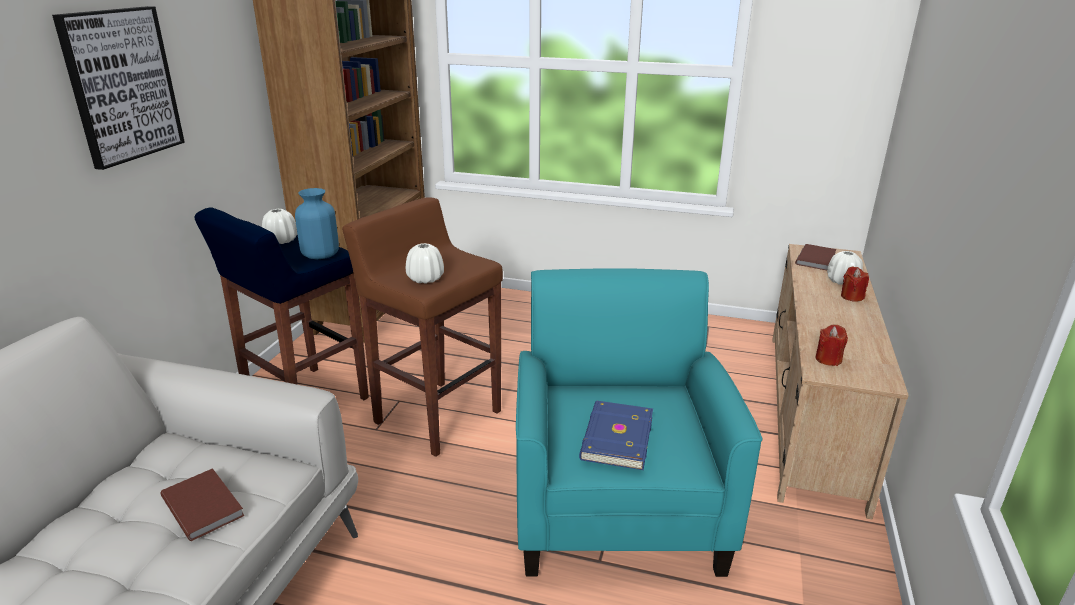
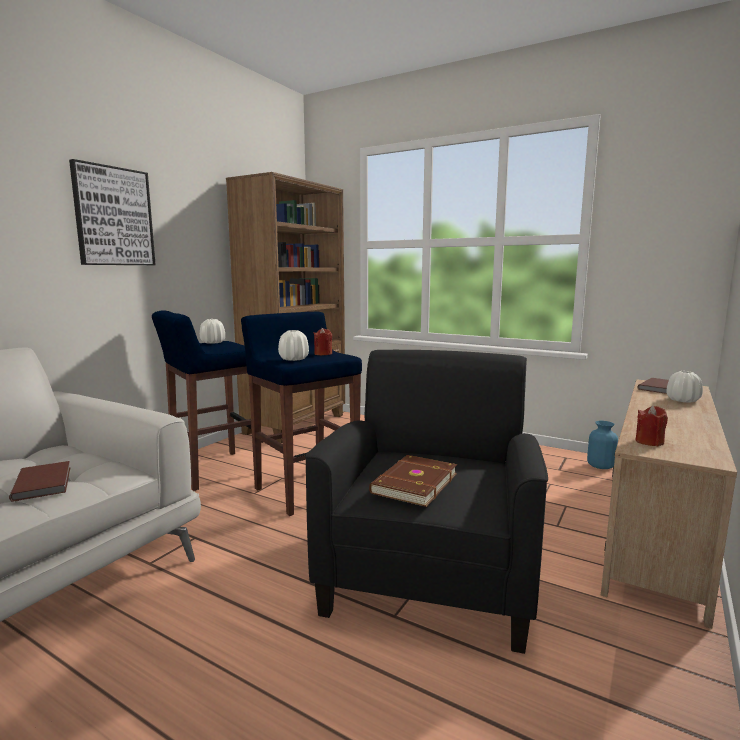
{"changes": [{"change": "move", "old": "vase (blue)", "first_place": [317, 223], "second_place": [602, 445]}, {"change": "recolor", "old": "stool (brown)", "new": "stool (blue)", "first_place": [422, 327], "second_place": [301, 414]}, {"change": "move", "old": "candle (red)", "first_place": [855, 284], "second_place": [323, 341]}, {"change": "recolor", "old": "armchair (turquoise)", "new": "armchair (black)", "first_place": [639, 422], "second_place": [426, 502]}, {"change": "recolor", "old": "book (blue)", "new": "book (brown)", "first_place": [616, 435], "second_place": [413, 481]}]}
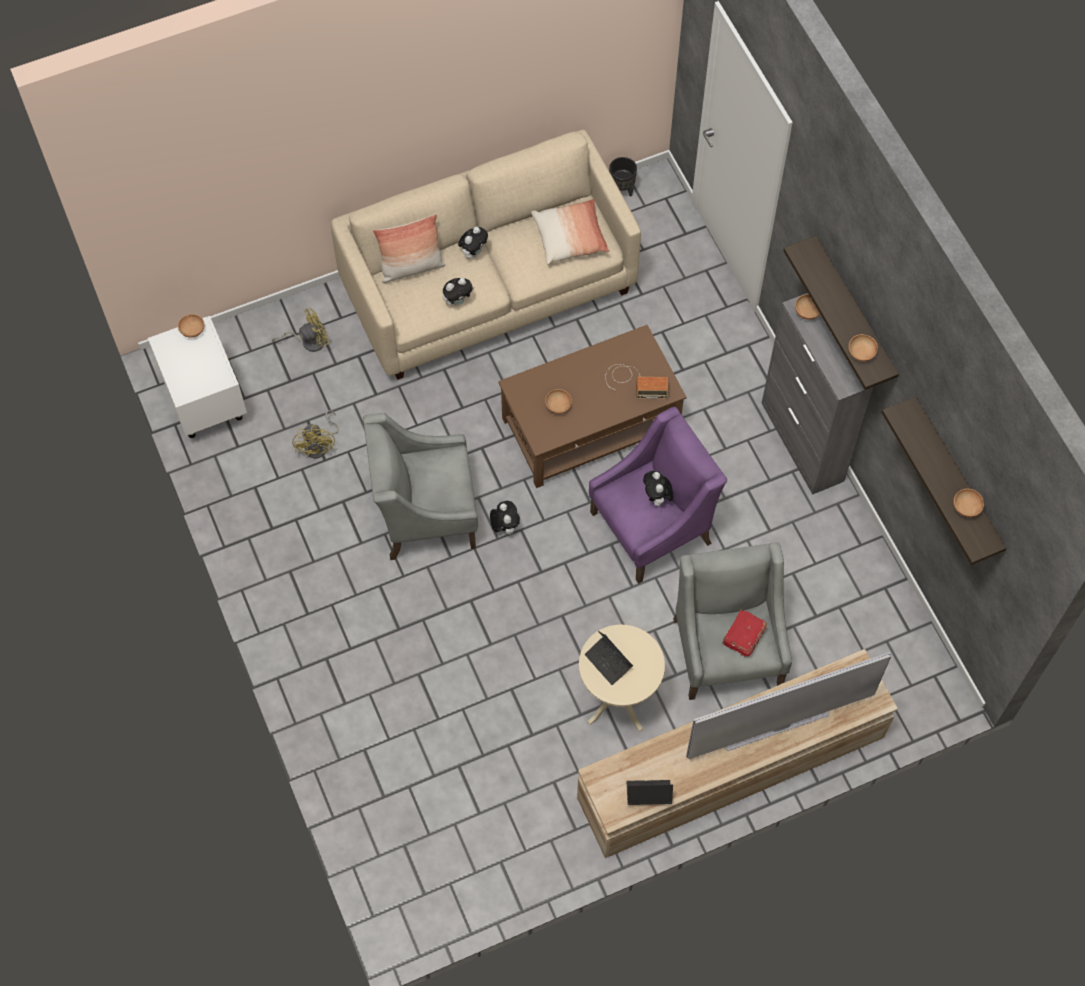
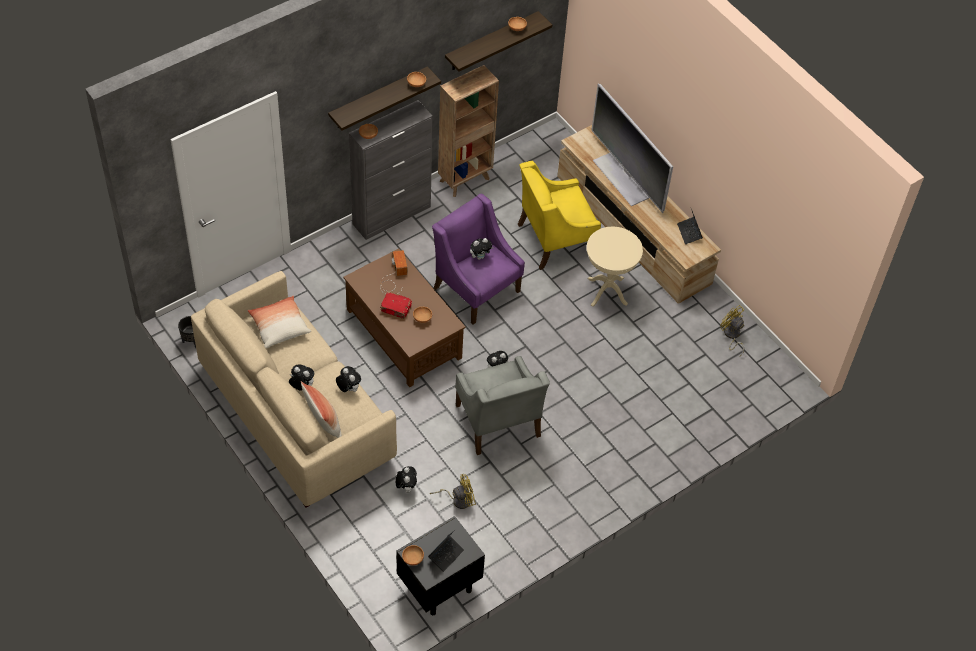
{"changes": [{"change": "move", "old": "fan (yellow)", "first_place": [301, 330], "second_place": [732, 331]}, {"change": "recolor", "old": "nightstand (white)", "new": "nightstand (black)", "first_place": [197, 377], "second_place": [441, 565]}, {"change": "recolor", "old": "armchair (grey)", "new": "armchair (yellow)", "first_place": [732, 621], "second_place": [559, 215]}, {"change": "move", "old": "book (red)", "first_place": [744, 633], "second_place": [396, 305]}, {"change": "move", "old": "laptop", "first_place": [609, 658], "second_place": [446, 551]}, {"change": "insert", "new": "bookcase (brown)", "second_place": [468, 131]}, {"change": "insert", "new": "plush toy", "second_place": [406, 479]}]}
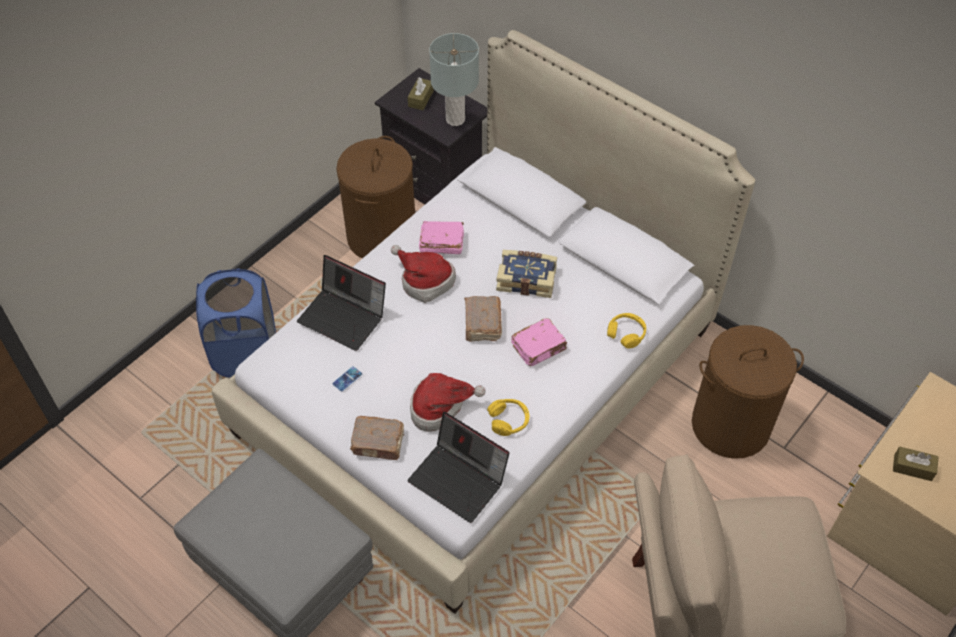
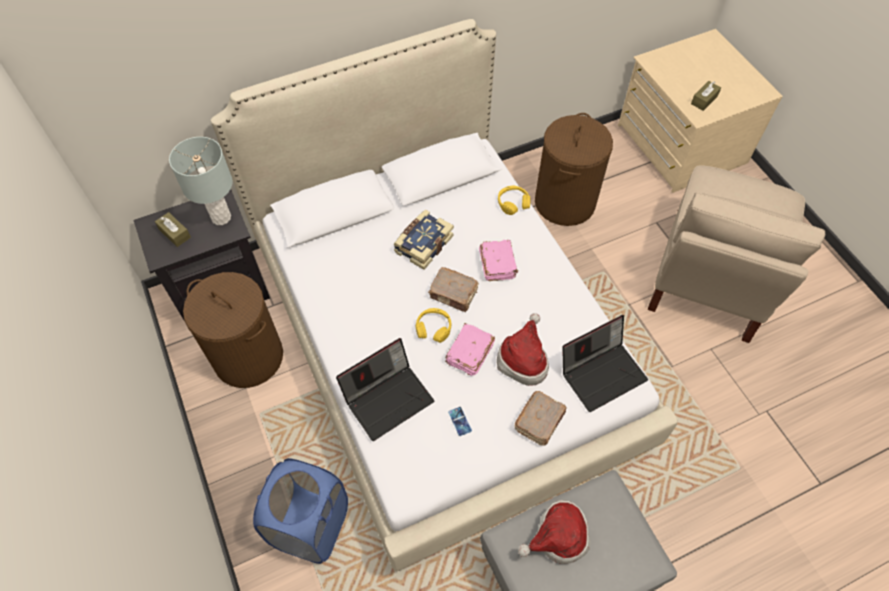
{"changes": [{"change": "move", "old": "book (pink)", "first_place": [441, 237], "second_place": [470, 349]}, {"change": "move", "old": "hat", "first_place": [423, 274], "second_place": [554, 532]}, {"change": "move", "old": "headphones (yellow)", "first_place": [508, 417], "second_place": [433, 325]}]}
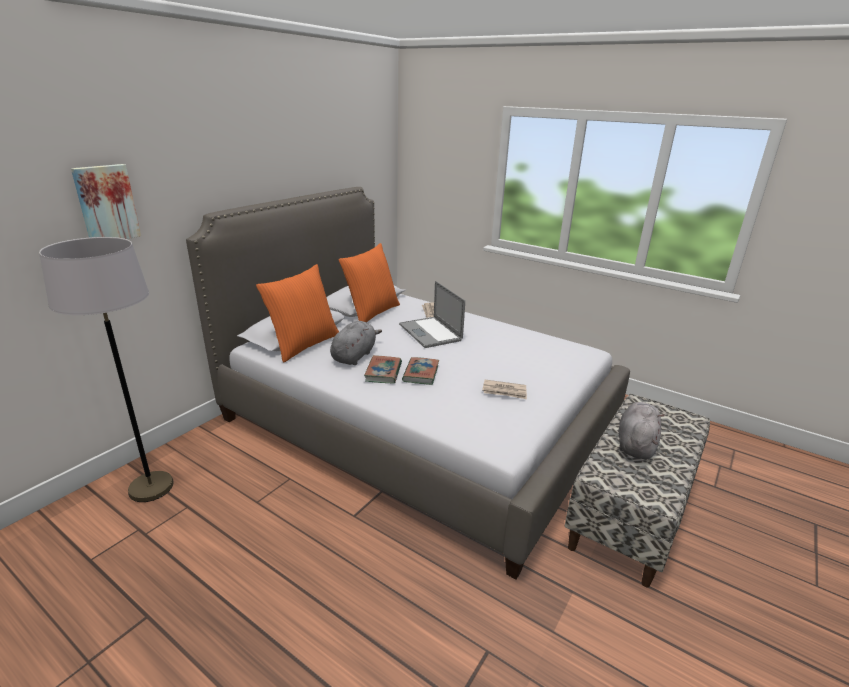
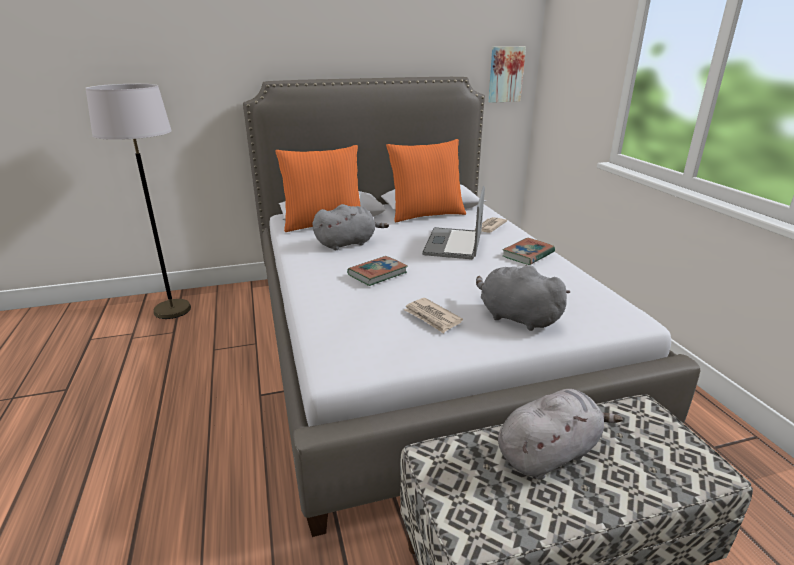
{"changes": [{"change": "move", "old": "picture", "first_place": [106, 201], "second_place": [507, 75]}, {"change": "move", "old": "book", "first_place": [383, 369], "second_place": [528, 251]}, {"change": "insert", "new": "plush toy (grey)", "second_place": [523, 298]}]}
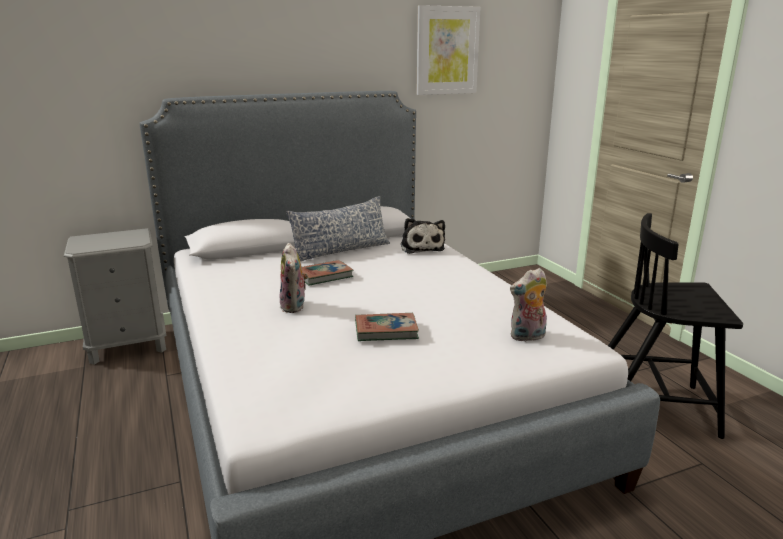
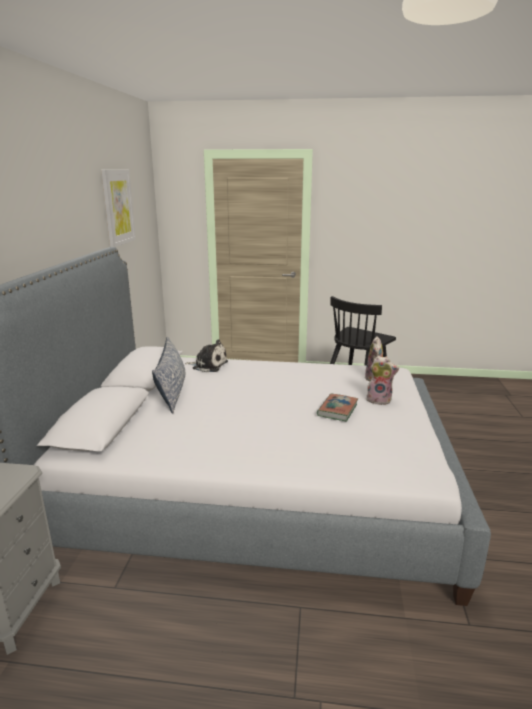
{"changes": [{"change": "move", "old": "plush toy", "first_place": [293, 278], "second_place": [382, 380]}, {"change": "delete", "old": "book", "first_place": [327, 273]}]}
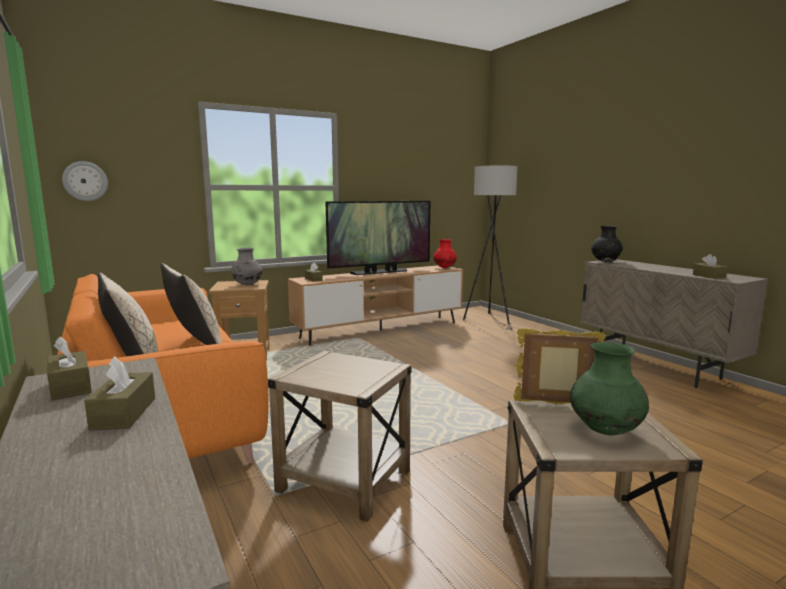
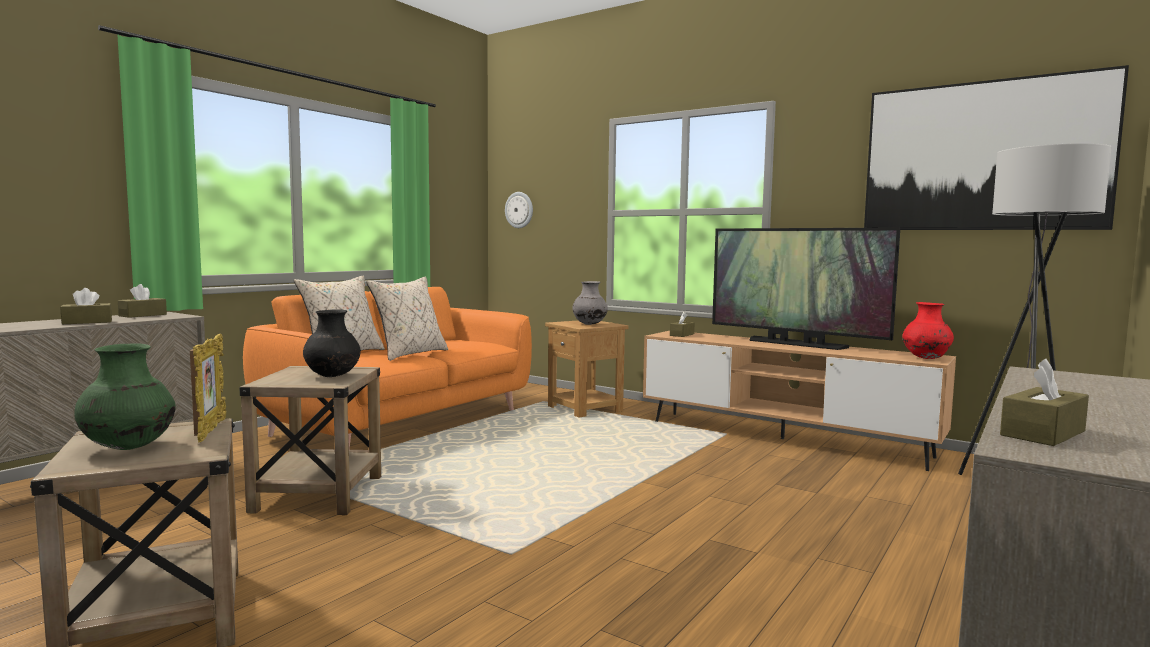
{"changes": [{"change": "move", "old": "vase (black)", "first_place": [607, 244], "second_place": [332, 343]}, {"change": "insert", "new": "picture", "second_place": [996, 147]}]}
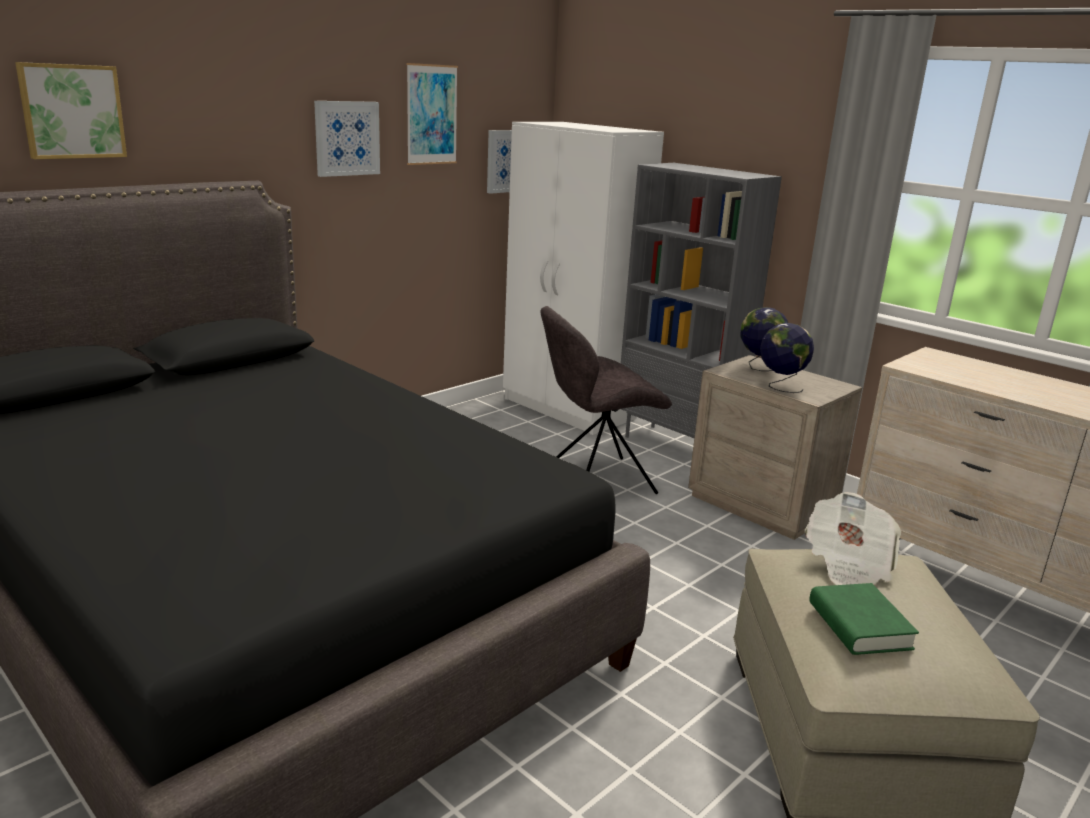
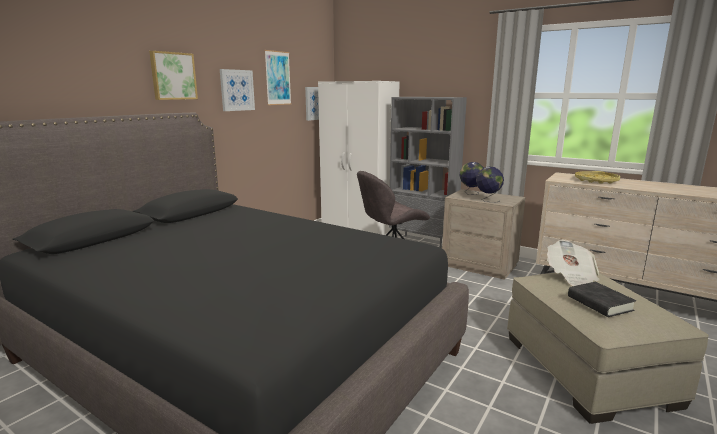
{"changes": [{"change": "move", "old": "picture", "first_place": [71, 110], "second_place": [173, 75]}, {"change": "recolor", "old": "book (green)", "new": "book (black)", "first_place": [864, 619], "second_place": [602, 299]}, {"change": "insert", "new": "tray (yellow)", "second_place": [597, 177]}]}
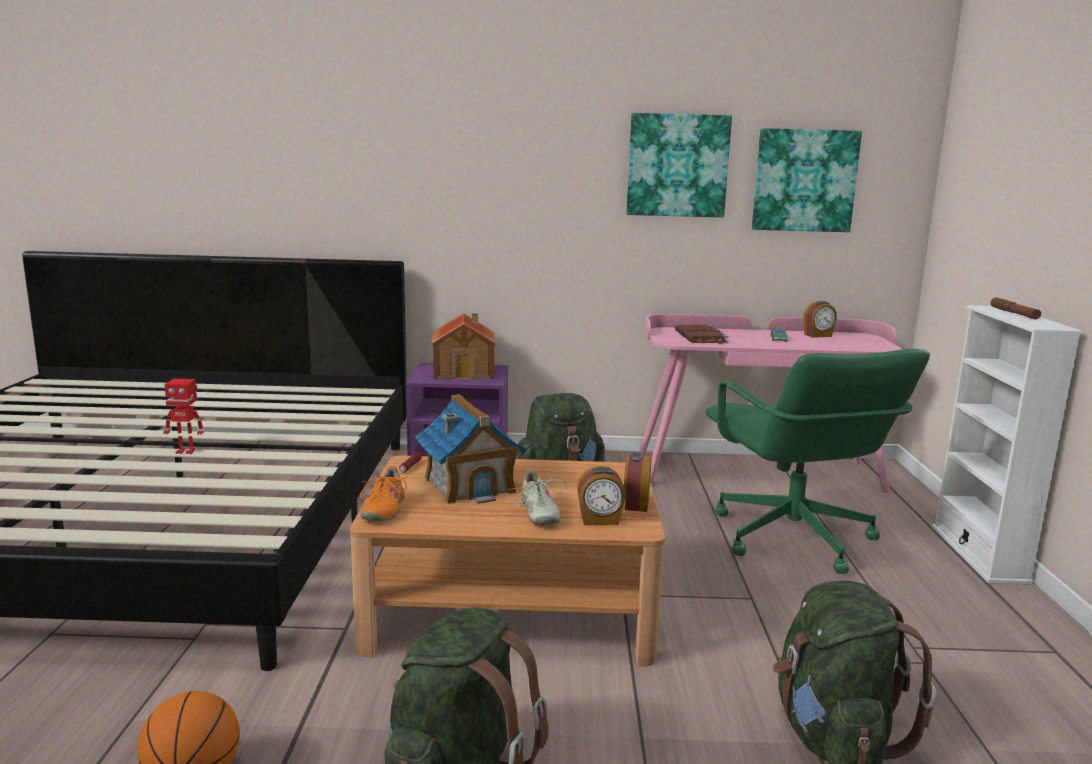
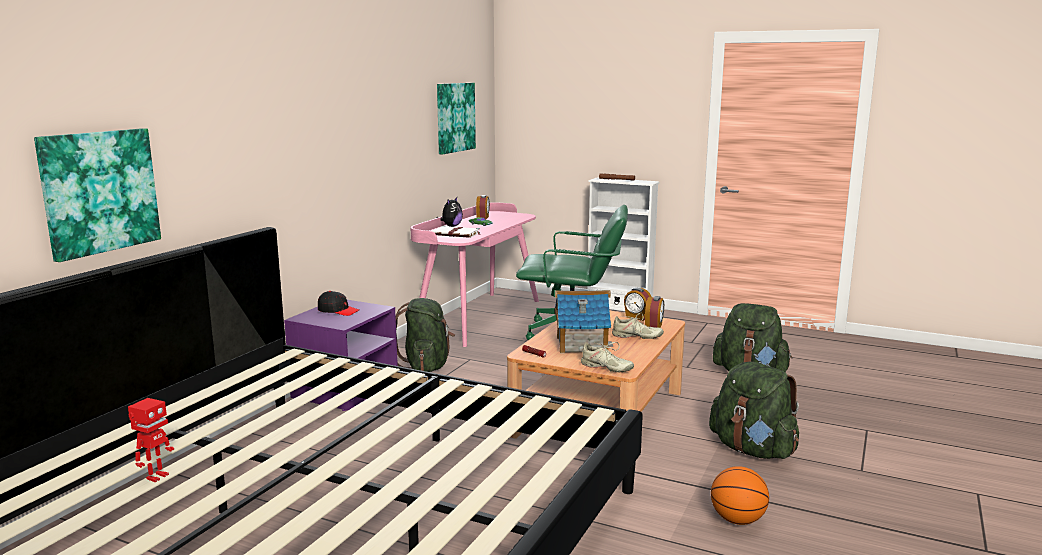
{"changes": [{"change": "move", "old": "picture", "first_place": [679, 165], "second_place": [97, 195]}, {"change": "replace", "old": "toy house", "new": "cap (black)", "first_place": [463, 346], "second_place": [338, 303]}, {"change": "recolor", "old": "book (brown)", "new": "book (white)", "first_place": [701, 334], "second_place": [456, 232]}, {"change": "move", "old": "toy robot", "first_place": [183, 416], "second_place": [151, 440]}, {"change": "recolor", "old": "shoe (orange)", "new": "shoe (beige)", "first_place": [384, 493], "second_place": [607, 357]}, {"change": "insert", "new": "plush toy", "second_place": [450, 212]}]}
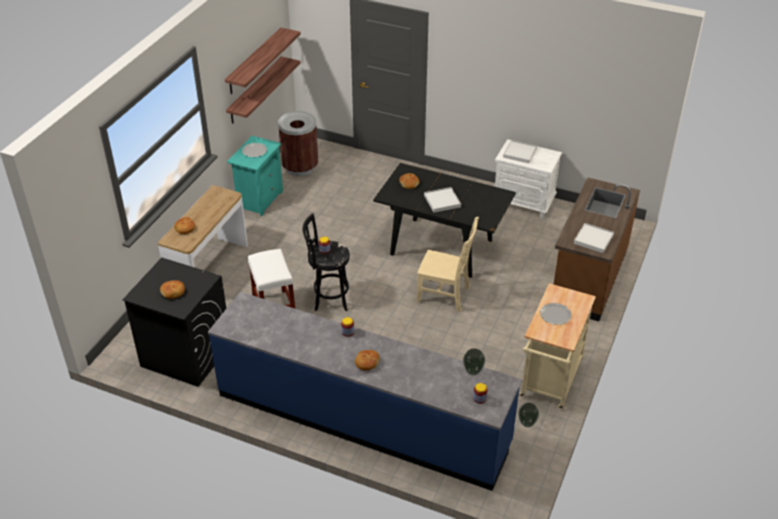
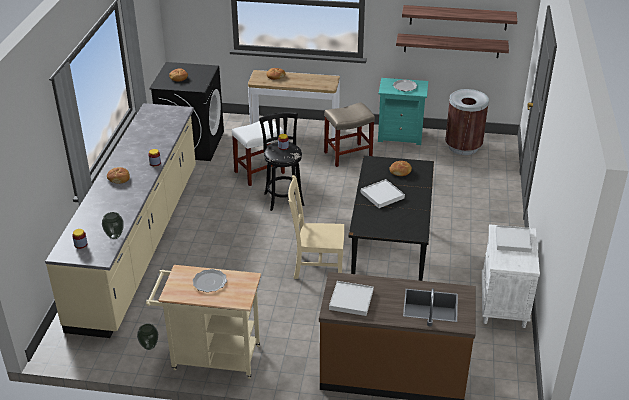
{"changes": [{"change": "rotate", "old": "chair (beige)", "first_place": [448, 264], "second_place": [316, 227], "degrees": 90}, {"change": "recolor", "old": "counter (blue)", "new": "counter (beige)", "first_place": [365, 391], "second_place": [120, 220]}, {"change": "insert", "new": "stool (beige)", "second_place": [349, 134]}]}
